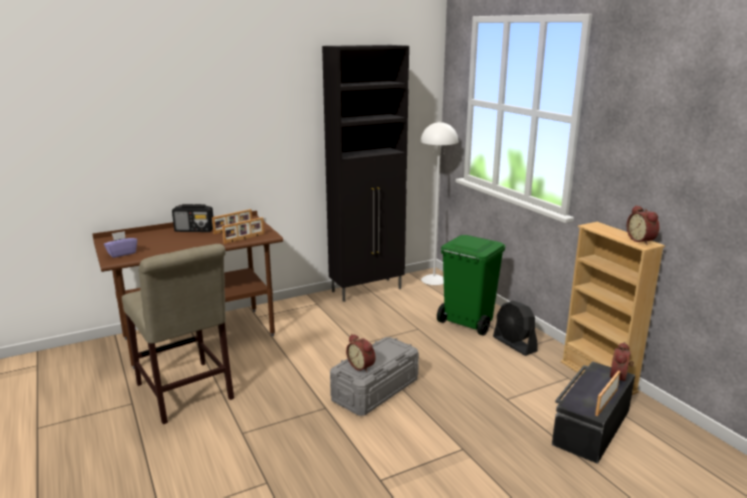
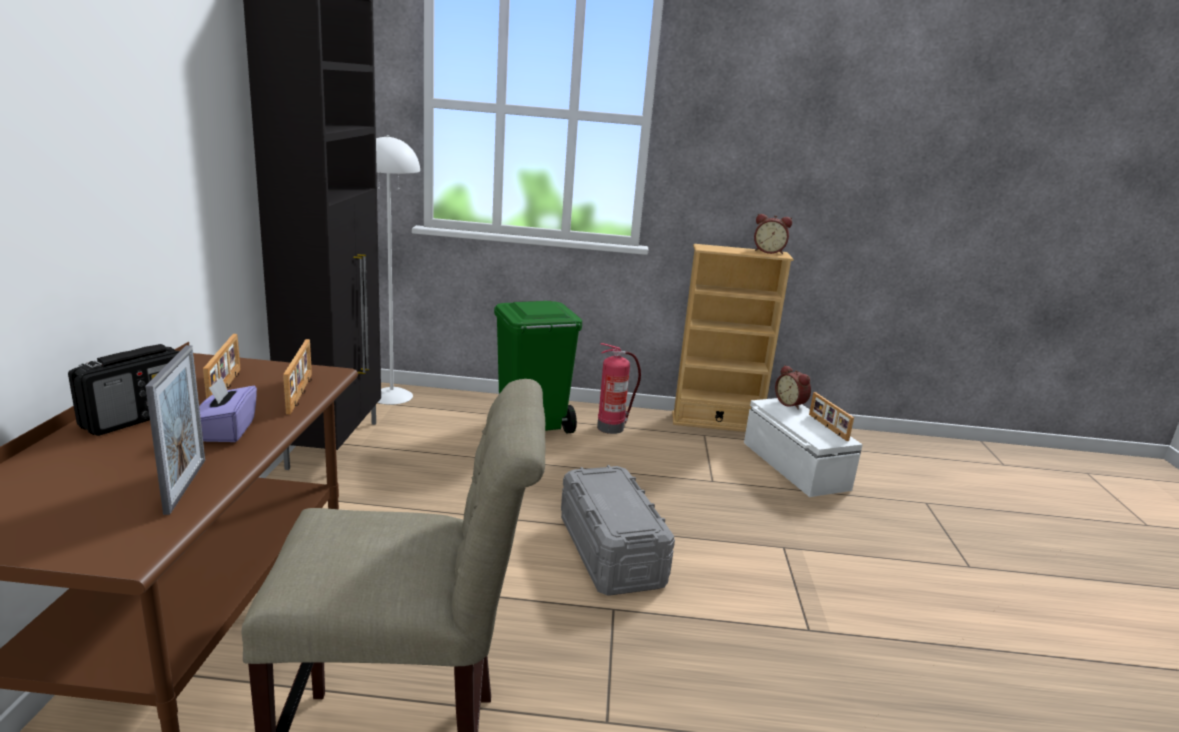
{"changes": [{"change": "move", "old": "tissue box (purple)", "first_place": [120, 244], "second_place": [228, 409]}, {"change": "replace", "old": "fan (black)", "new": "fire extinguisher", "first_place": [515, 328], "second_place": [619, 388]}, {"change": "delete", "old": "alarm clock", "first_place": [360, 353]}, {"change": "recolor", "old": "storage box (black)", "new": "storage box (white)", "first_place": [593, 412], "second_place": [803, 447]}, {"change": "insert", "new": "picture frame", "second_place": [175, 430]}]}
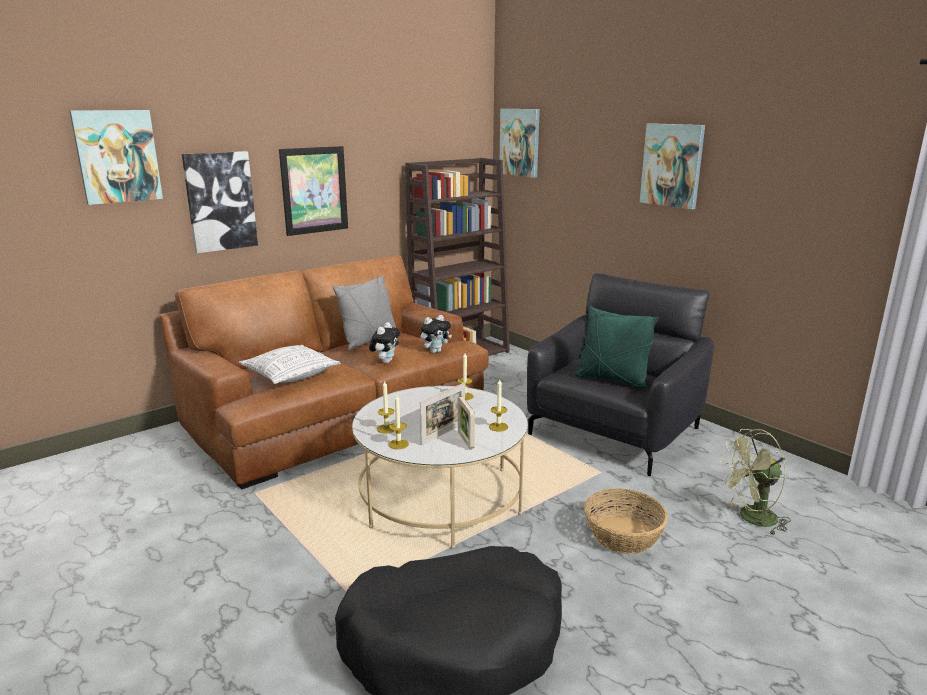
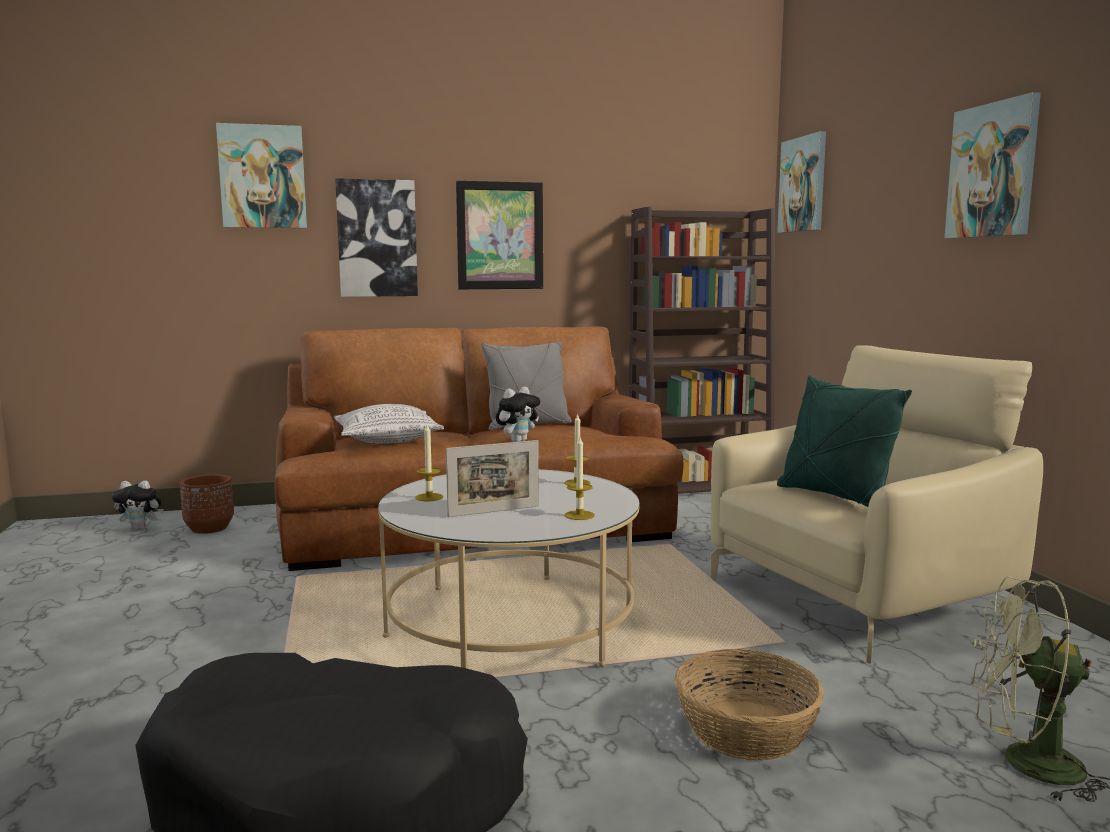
{"changes": [{"change": "recolor", "old": "armchair (black)", "new": "armchair (beige)", "first_place": [620, 374], "second_place": [877, 504]}, {"change": "move", "old": "plush toy", "first_place": [436, 334], "second_place": [138, 505]}, {"change": "delete", "old": "candle", "first_place": [399, 422]}, {"change": "delete", "old": "picture frame", "first_place": [466, 423]}, {"change": "insert", "new": "planter (brown)", "second_place": [207, 504]}]}
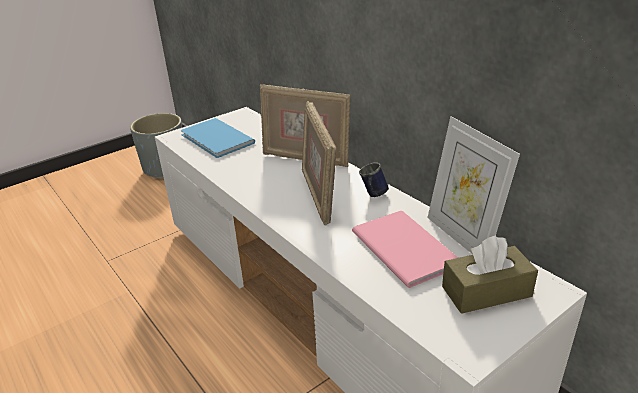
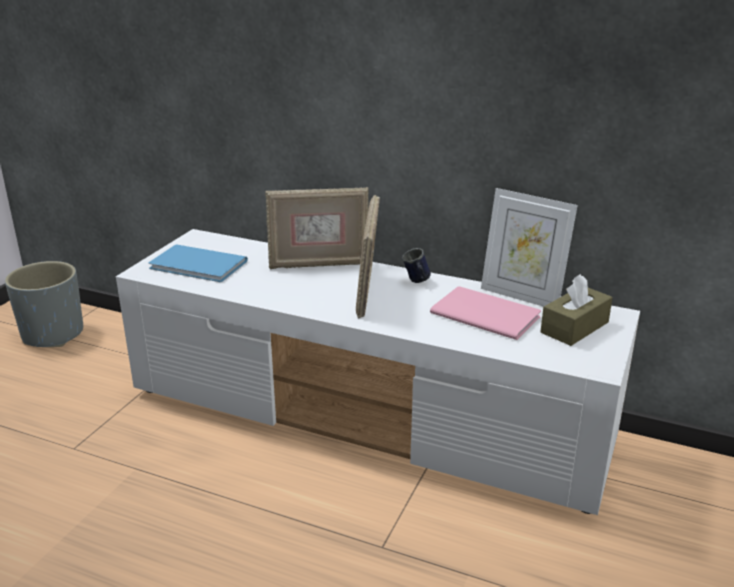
{"changes": [{"change": "rotate", "old": "picture frame", "first_place": [319, 163], "second_place": [368, 256], "degrees": 45}]}
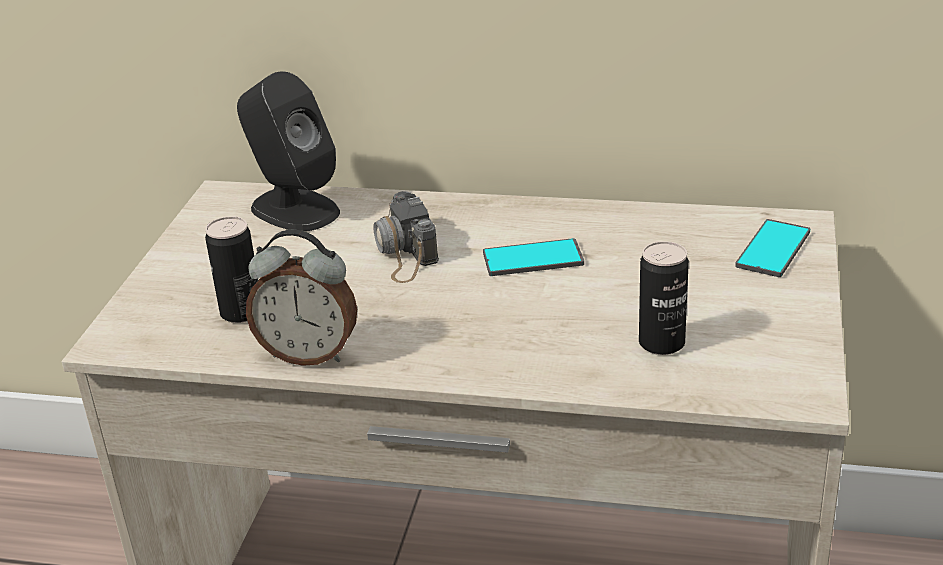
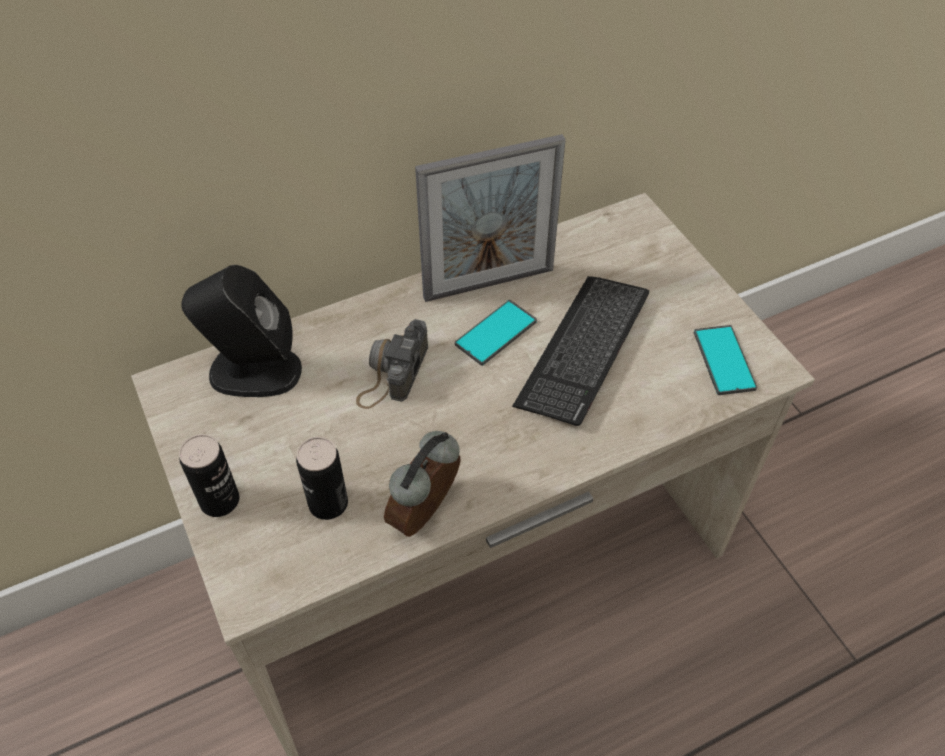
{"changes": [{"change": "rotate", "old": "photo camera", "first_place": [406, 237], "second_place": [392, 364], "degrees": 75}, {"change": "move", "old": "phone", "first_place": [772, 248], "second_place": [725, 360]}, {"change": "rotate", "old": "alarm clock", "first_place": [301, 297], "second_place": [422, 484], "degrees": 150}, {"change": "move", "old": "can", "first_place": [664, 298], "second_place": [209, 475]}, {"change": "insert", "new": "picture frame", "second_place": [490, 218]}, {"change": "insert", "new": "keyboard", "second_place": [580, 351]}]}
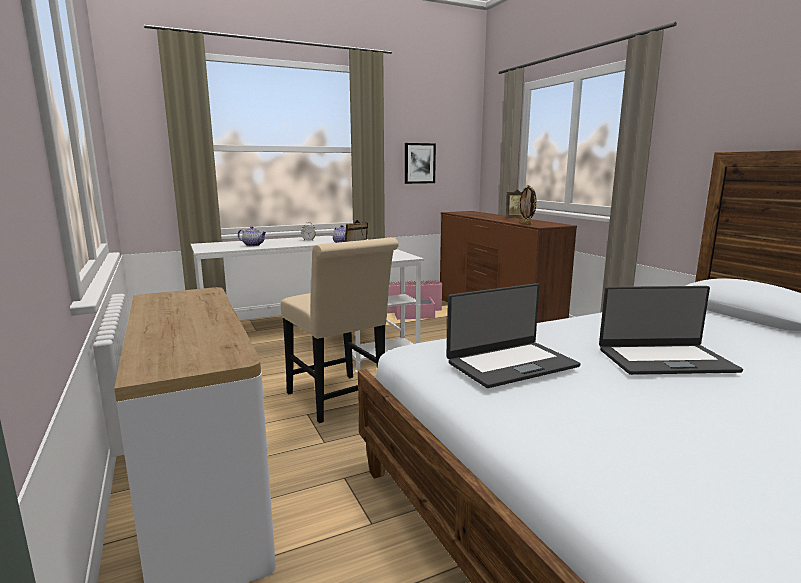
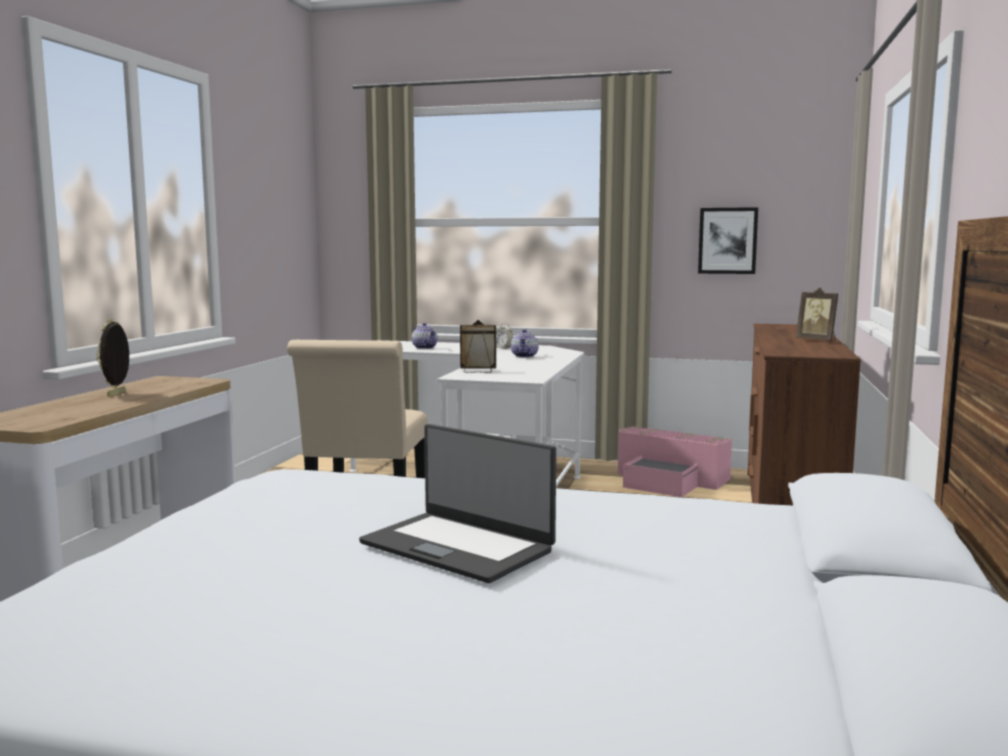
{"changes": [{"change": "move", "old": "picture frame", "first_place": [527, 205], "second_place": [113, 358]}, {"change": "delete", "old": "laptop", "first_place": [513, 335]}]}
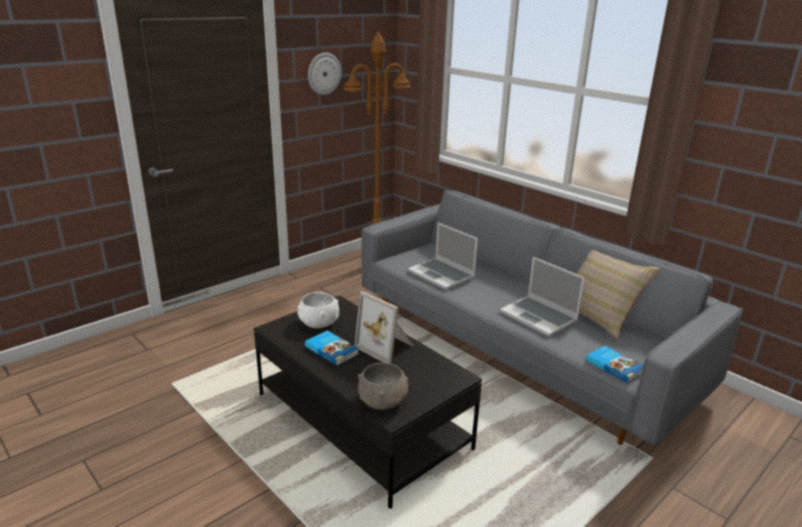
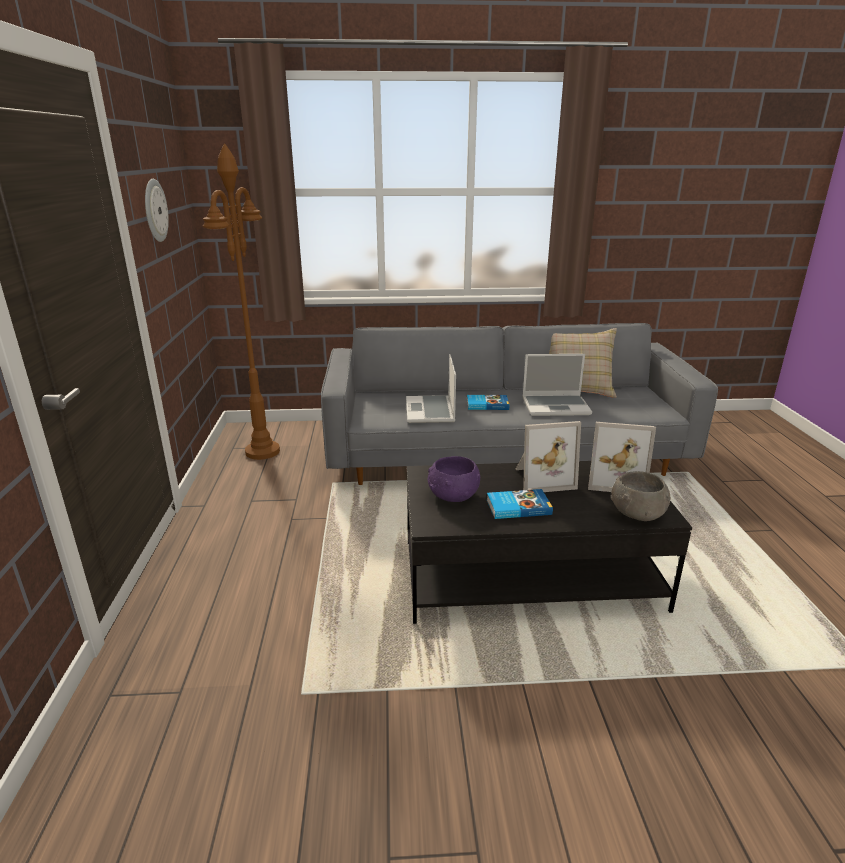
{"changes": [{"change": "rotate", "old": "laptop", "first_place": [443, 256], "second_place": [431, 388], "degrees": 90}, {"change": "recolor", "old": "bowl (white)", "new": "bowl (purple)", "first_place": [318, 310], "second_place": [454, 479]}, {"change": "move", "old": "book", "first_place": [614, 364], "second_place": [488, 402]}, {"change": "insert", "new": "picture frame", "second_place": [622, 457]}]}
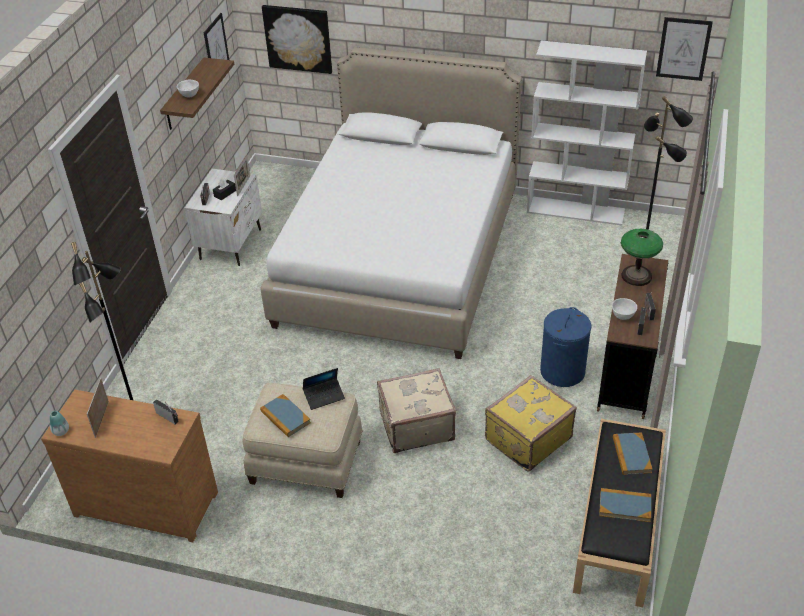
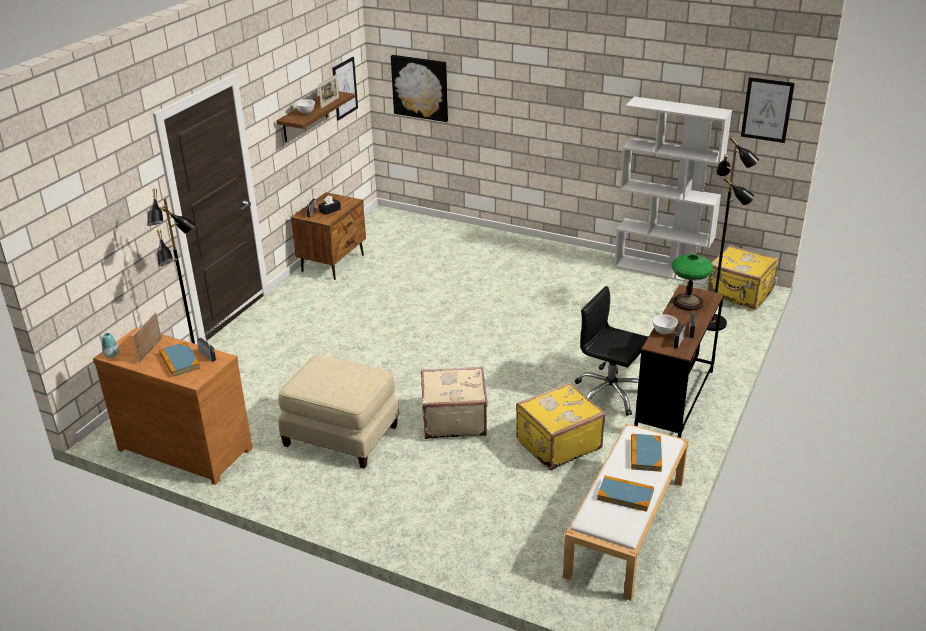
{"changes": [{"change": "delete", "old": "bed (white)", "first_place": [391, 203]}, {"change": "move", "old": "picture frame", "first_place": [242, 175], "second_place": [328, 91]}, {"change": "recolor", "old": "nightstand (white)", "new": "nightstand (brown)", "first_place": [223, 217], "second_place": [328, 236]}, {"change": "replace", "old": "laundry basket (blue)", "new": "office chair (black)", "first_place": [565, 347], "second_place": [611, 351]}, {"change": "delete", "old": "laptop", "first_place": [324, 389]}, {"change": "move", "old": "book", "first_place": [285, 415], "second_place": [180, 359]}, {"change": "recolor", "old": "bench (black)", "new": "bench (white)", "first_place": [619, 513], "second_place": [626, 512]}, {"change": "insert", "new": "suitcase (yellow)", "second_place": [743, 277]}]}
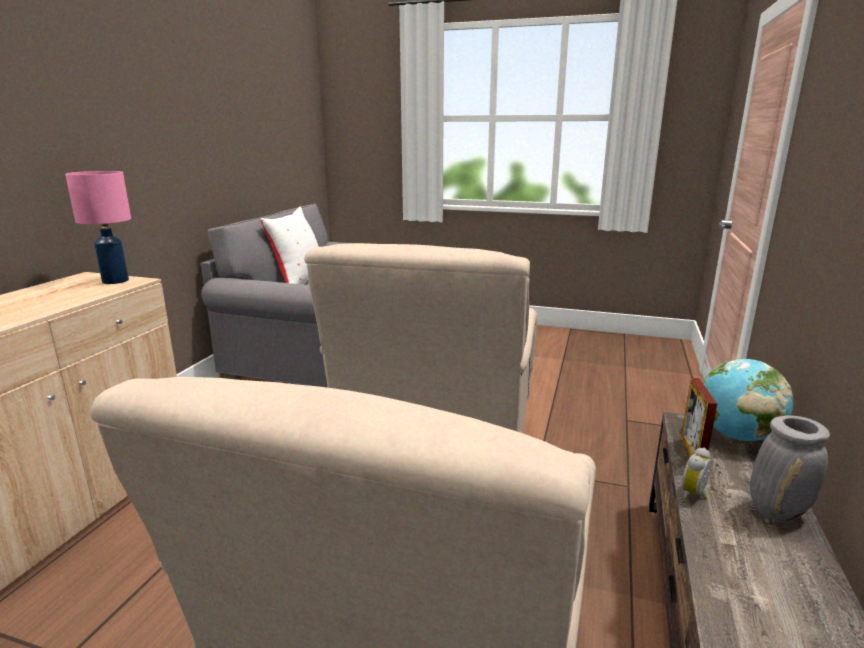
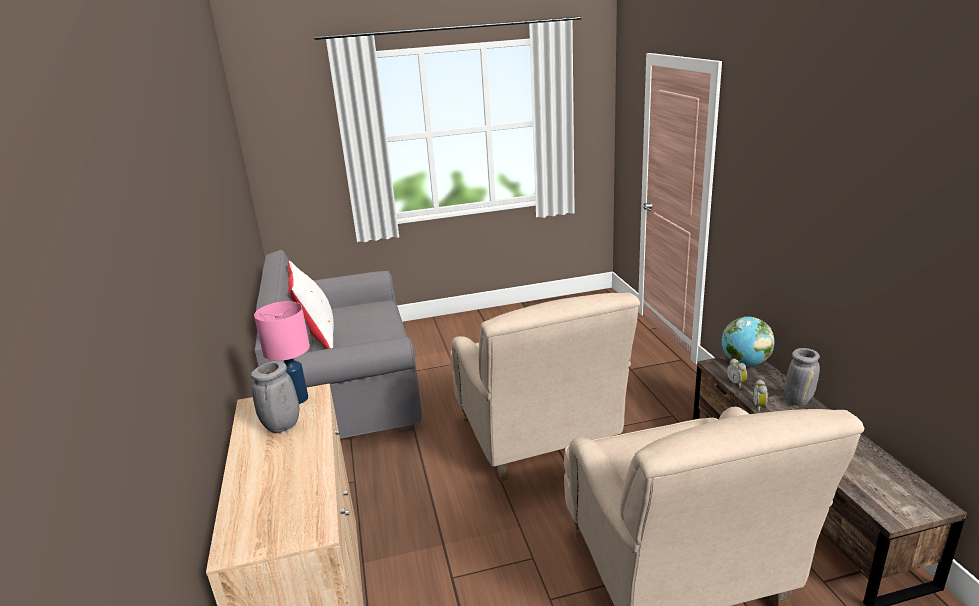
{"changes": [{"change": "replace", "old": "picture frame", "new": "alarm clock", "first_place": [699, 418], "second_place": [737, 373]}, {"change": "insert", "new": "vase (grey)", "second_place": [275, 397]}]}
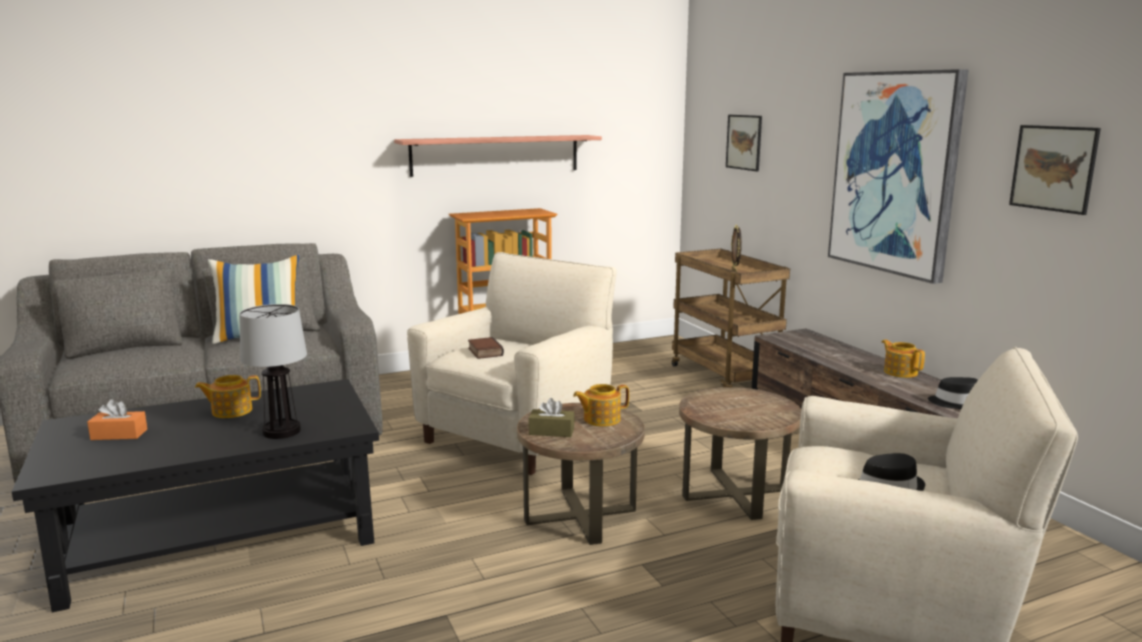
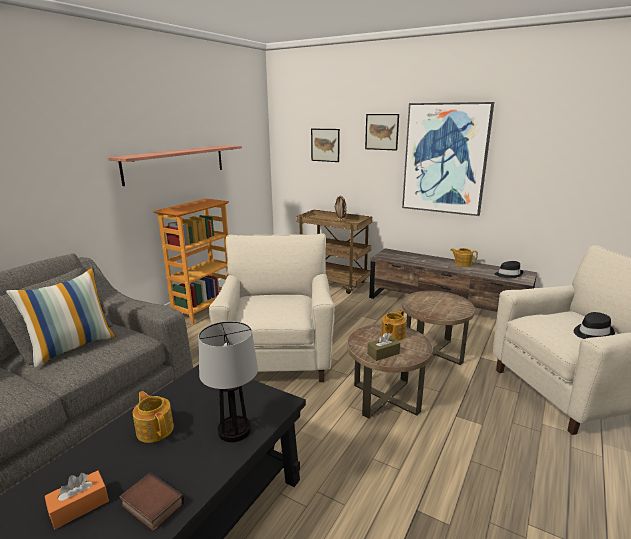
{"changes": [{"change": "move", "old": "picture", "first_place": [1055, 170], "second_place": [382, 132]}, {"change": "move", "old": "book", "first_place": [486, 348], "second_place": [152, 502]}, {"change": "rotate", "old": "teapot", "first_place": [228, 396], "second_place": [153, 417], "degrees": 105}]}
